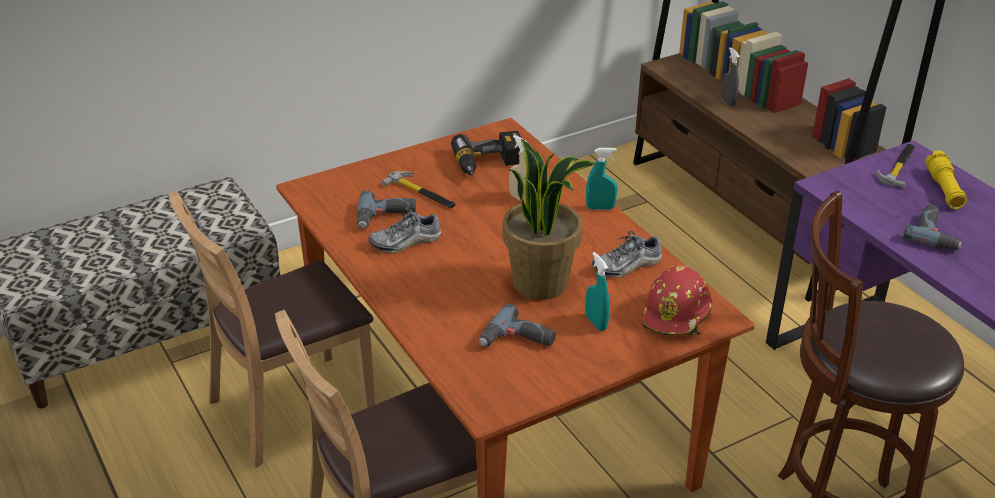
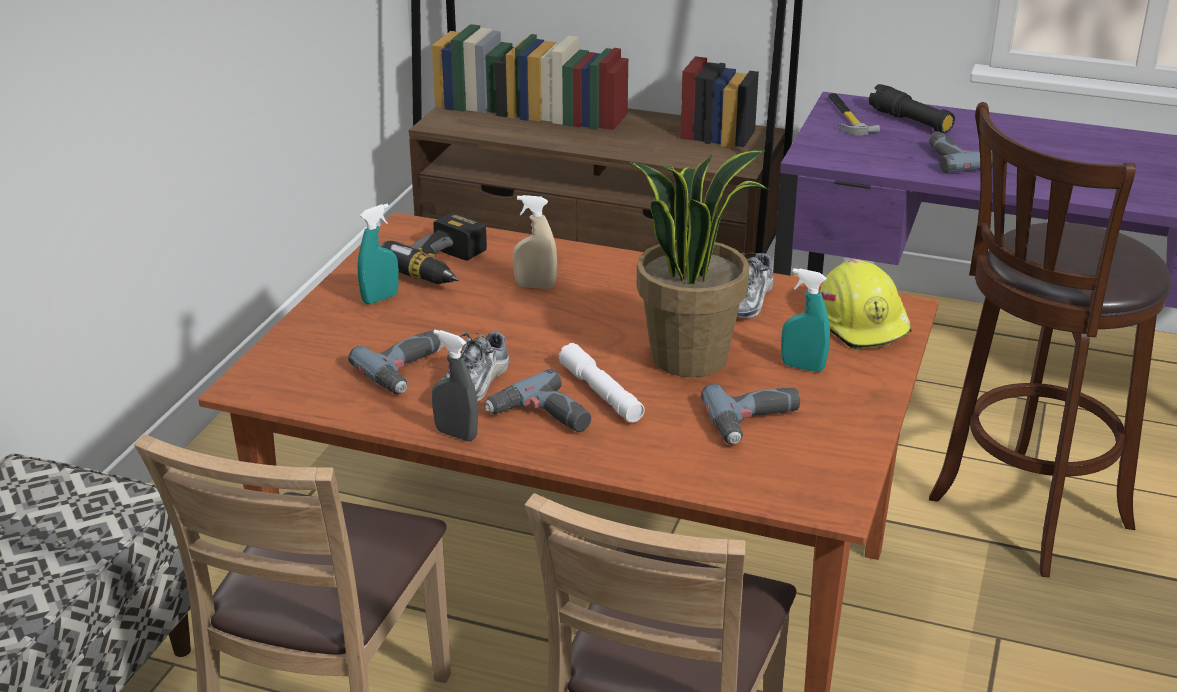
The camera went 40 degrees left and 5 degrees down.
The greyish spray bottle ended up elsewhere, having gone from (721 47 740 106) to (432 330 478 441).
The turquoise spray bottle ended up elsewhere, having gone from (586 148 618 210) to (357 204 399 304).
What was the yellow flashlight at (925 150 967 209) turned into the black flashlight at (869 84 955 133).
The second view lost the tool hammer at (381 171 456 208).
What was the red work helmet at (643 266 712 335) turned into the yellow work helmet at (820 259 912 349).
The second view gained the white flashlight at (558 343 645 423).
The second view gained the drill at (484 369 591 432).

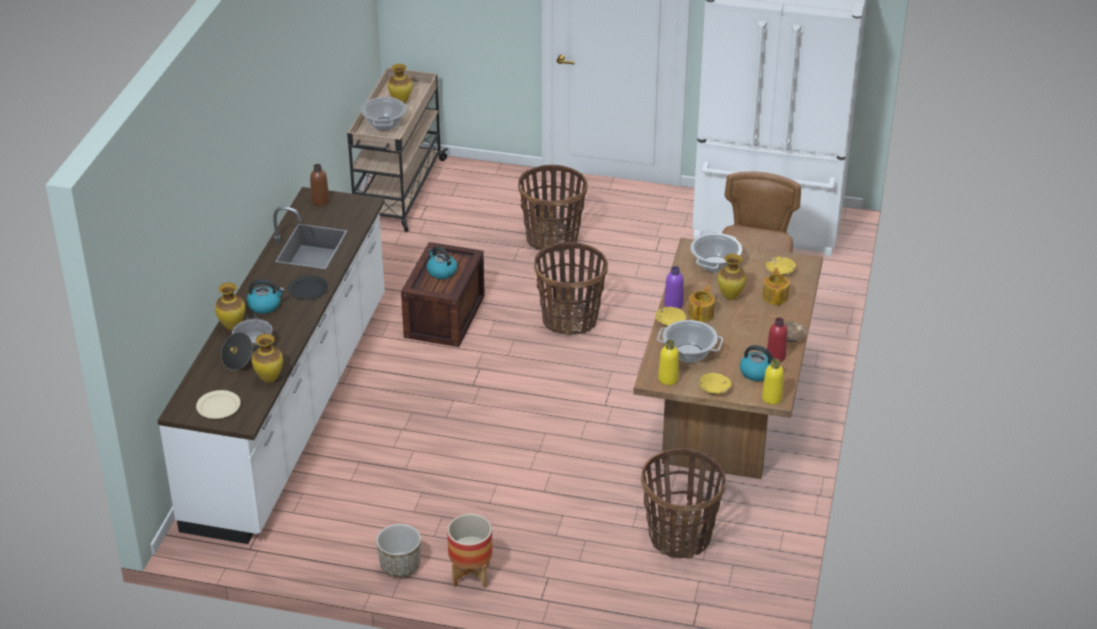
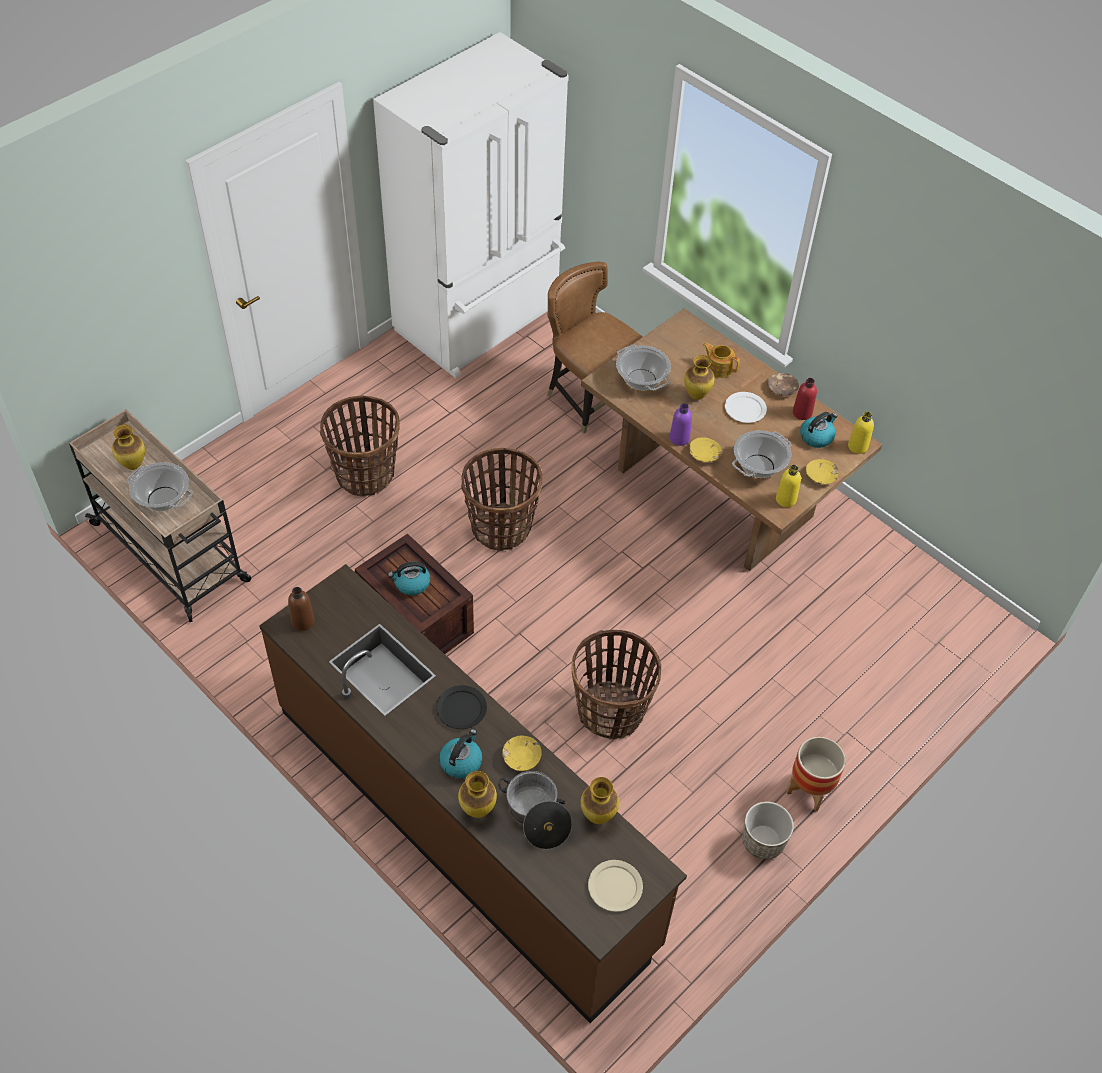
The camera went 60 degrees left and 15 degrees up.
What was the white counter at (158 187 385 544) turned into the brown counter at (259 564 687 1023).
The yellow bowl ended up elsewhere, having gone from (766 256 796 276) to (502 735 542 771).
The second view lost the pot for tea at (688 285 715 322).
The household basket ended up elsewhere, having gone from (641 449 726 559) to (572 630 661 740).
The second view gained the white flat dish at (725 392 767 423).

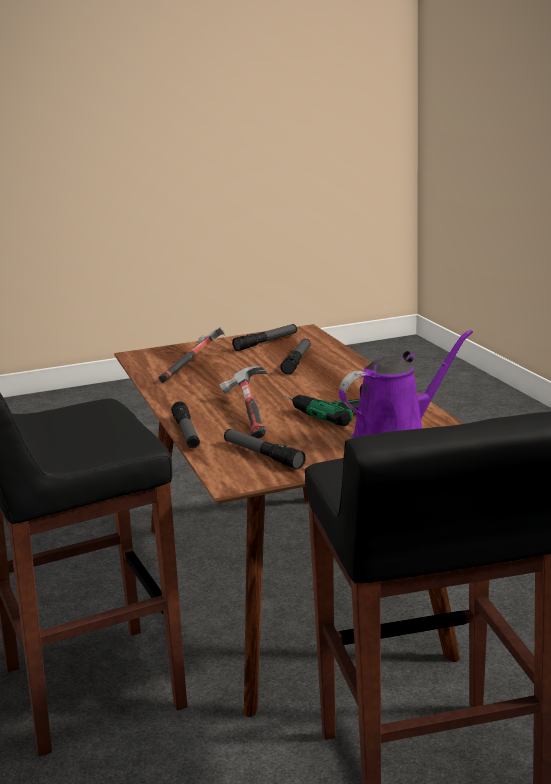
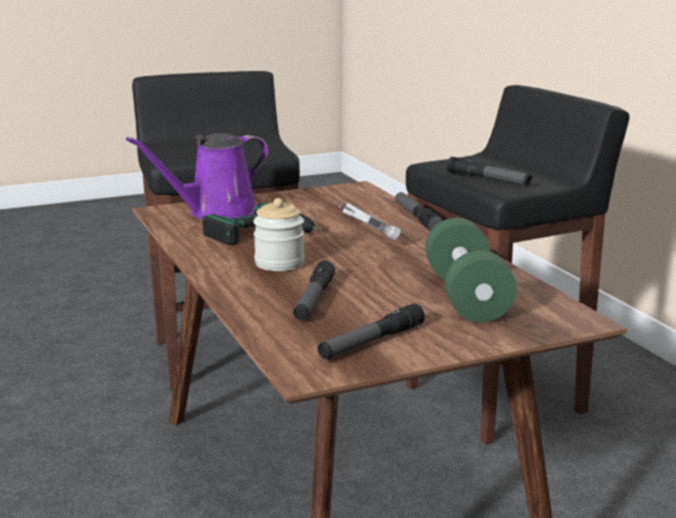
The camera went 175 degrees right and 0 degrees up.
Where the tool hammer stood at (158 327 225 383), the green hand weight came to stand at (425 218 517 322).
The flashlight ended up elsewhere, having gone from (224 429 306 469) to (447 157 532 186).
The second view gained the storage jar at (253 198 305 271).

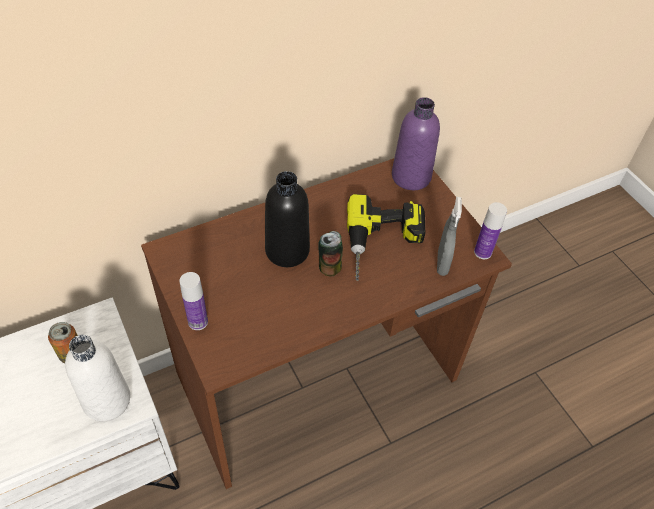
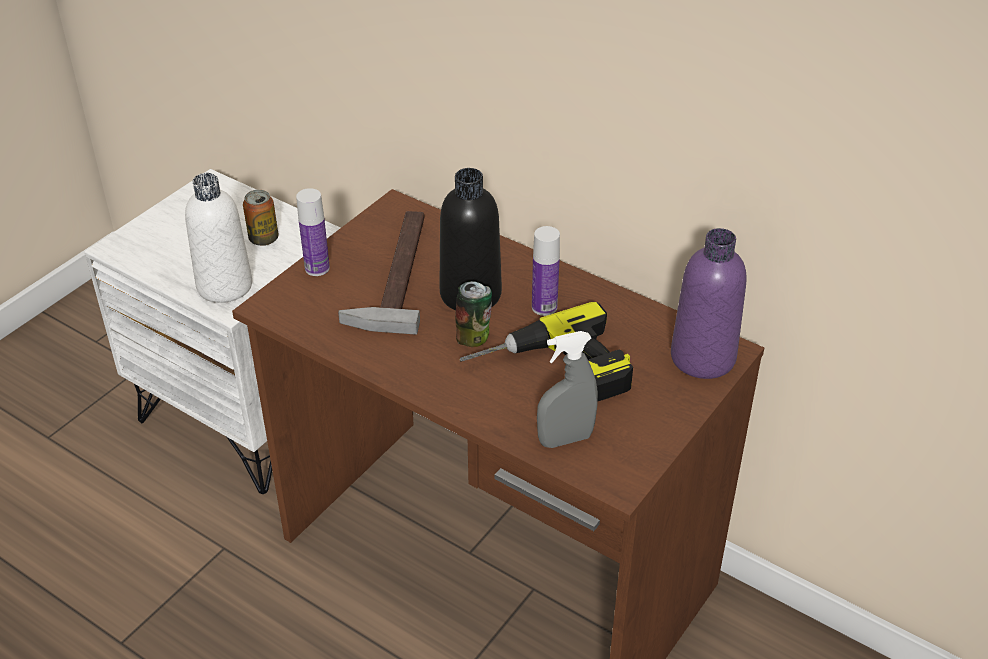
The camera went 65 degrees right and 10 degrees down.
The drink bottle ended up elsewhere, having gone from (474 202 507 259) to (532 226 560 316).
The second view gained the tool hammer at (338 211 424 335).

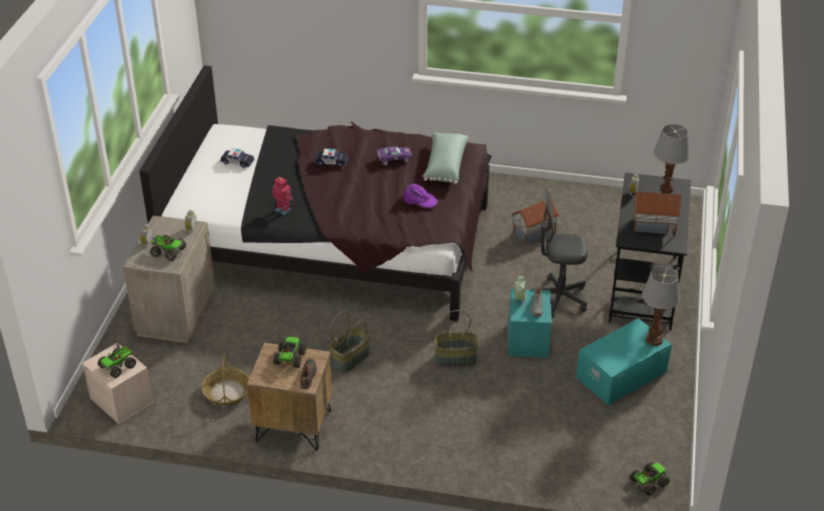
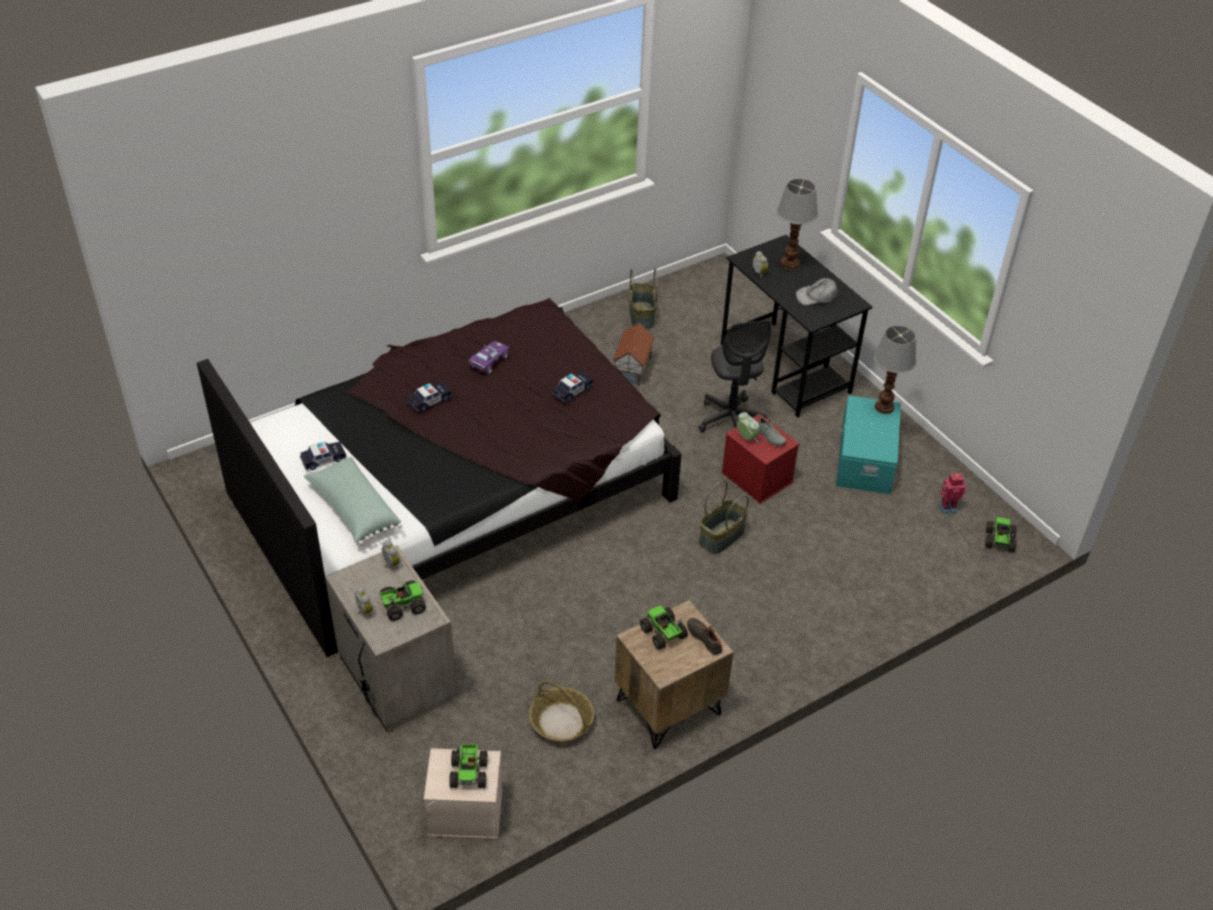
The camera went 45 degrees left and 5 degrees up.
The green cushion ended up elsewhere, having gone from (422 133 469 184) to (304 456 402 545).
The model robot ended up elsewhere, having gone from (272 177 293 215) to (939 473 966 514).
Where the purple-coloured baseball cap stood at (403 184 438 208), the model car came to stand at (552 372 594 403).
The greyish office chair at (530 188 587 318) ended up facing another way, 60 degrees counterclockwise from before.
Where the model house stood at (633 192 681 236), the greyish baseball cap came to stand at (796 278 838 305).
What was the turquoise storage container at (508 289 552 358) turned into the red storage container at (722 413 799 504).
The household basket ended up elsewhere, having gone from (329 311 370 373) to (629 268 658 329).

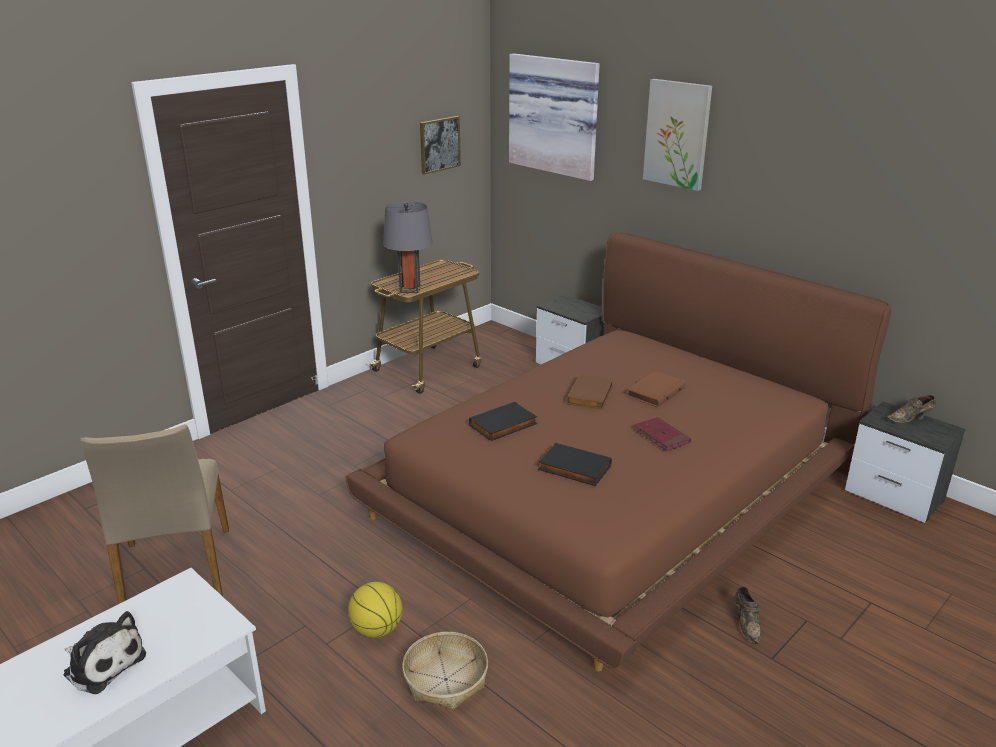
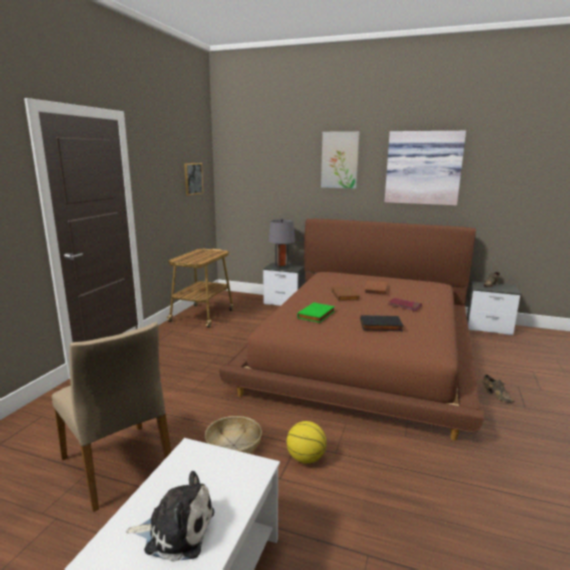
The camera went 25 degrees left and 10 degrees down.
The wall art ended up elsewhere, having gone from (509 53 600 181) to (385 131 466 206).
The greyish table lamp ended up elsewhere, having gone from (383 201 433 293) to (269 219 295 269).
What was the black book at (469 402 537 441) turned into the green book at (297 302 335 323).
The household basket ended up elsewhere, having gone from (402 632 488 710) to (205 416 262 454).

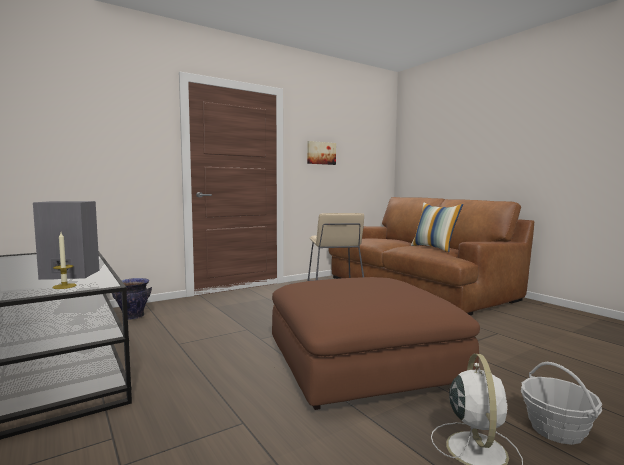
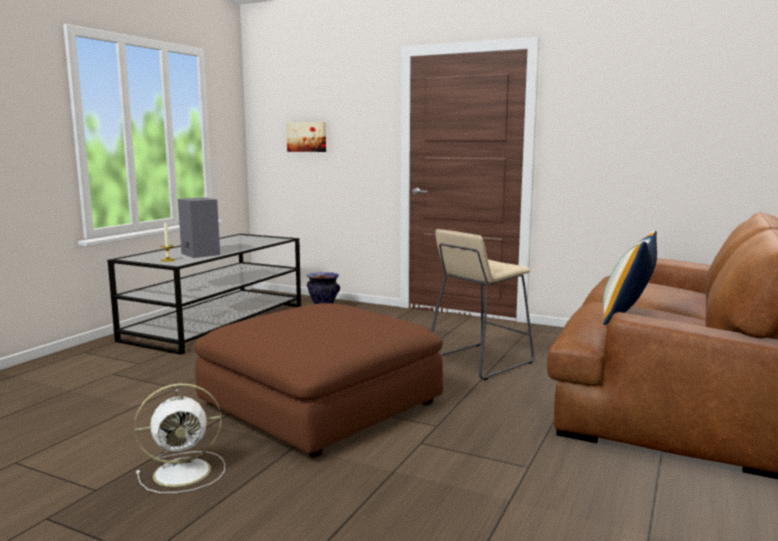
The camera went 60 degrees right and 5 degrees up.
The wall art ended up elsewhere, having gone from (307 141 336 165) to (286 122 326 152).
The second view lost the household basket at (521 362 602 445).

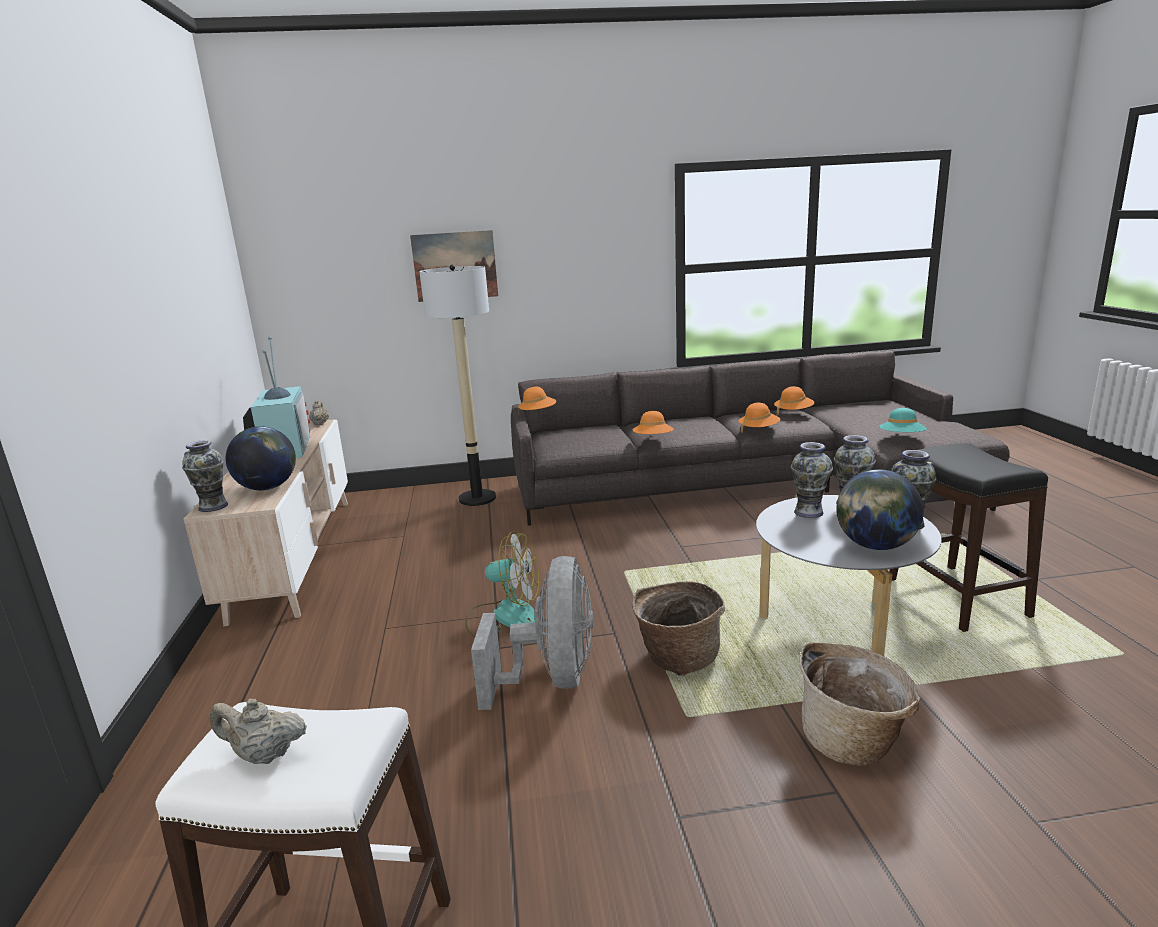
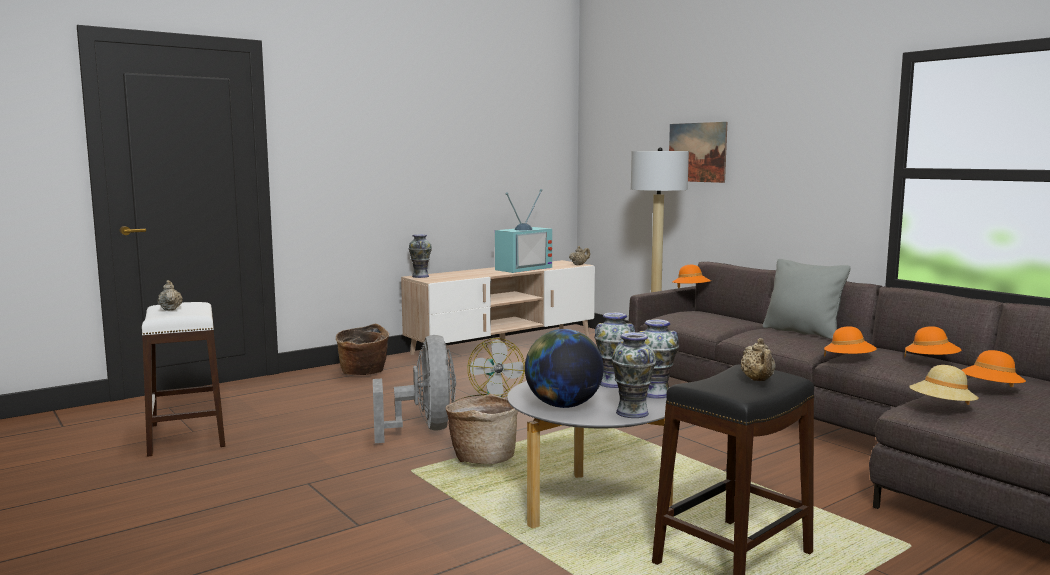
The camera went 60 degrees right and 10 degrees down.
What was the turquoise hat at (879 408 927 432) turned into the beige hat at (909 365 979 405).
The orangey hat ended up elsewhere, having gone from (632 411 673 434) to (962 350 1026 387).
The second view lost the desk globe at (226 426 296 490).
The greyish electric fan at (471 556 593 710) ended up facing another way, 75 degrees counterclockwise from before.
The household basket ended up elsewhere, having gone from (800 642 920 766) to (336 324 389 375).
The second view gained the greyish cushion at (763 259 851 340).
The second view gained the beige pot for tea at (741 338 776 381).

